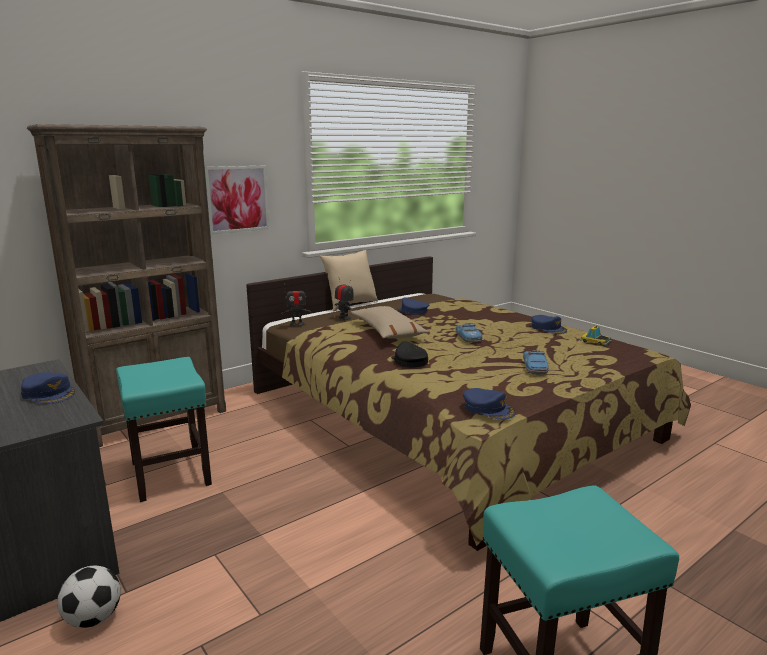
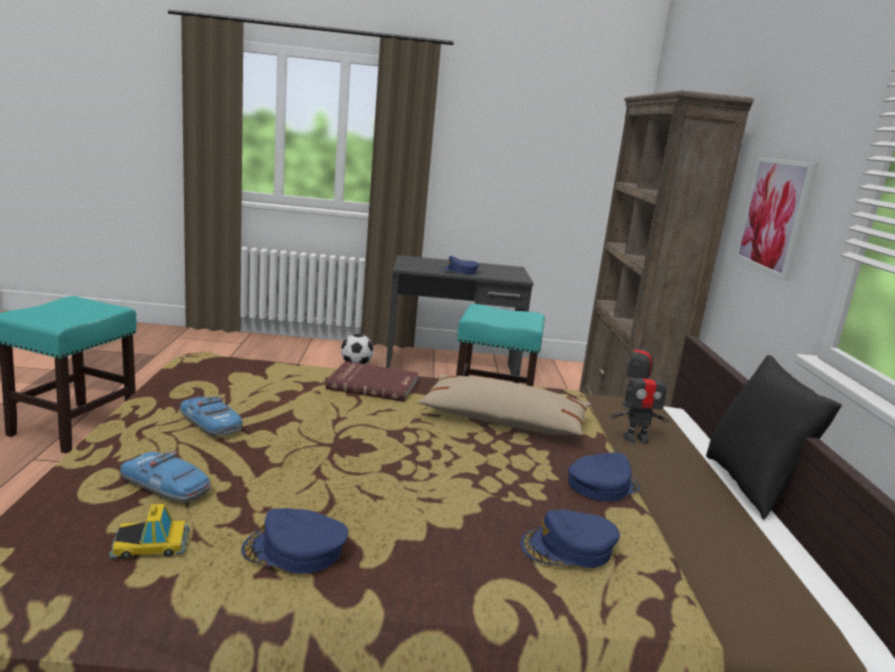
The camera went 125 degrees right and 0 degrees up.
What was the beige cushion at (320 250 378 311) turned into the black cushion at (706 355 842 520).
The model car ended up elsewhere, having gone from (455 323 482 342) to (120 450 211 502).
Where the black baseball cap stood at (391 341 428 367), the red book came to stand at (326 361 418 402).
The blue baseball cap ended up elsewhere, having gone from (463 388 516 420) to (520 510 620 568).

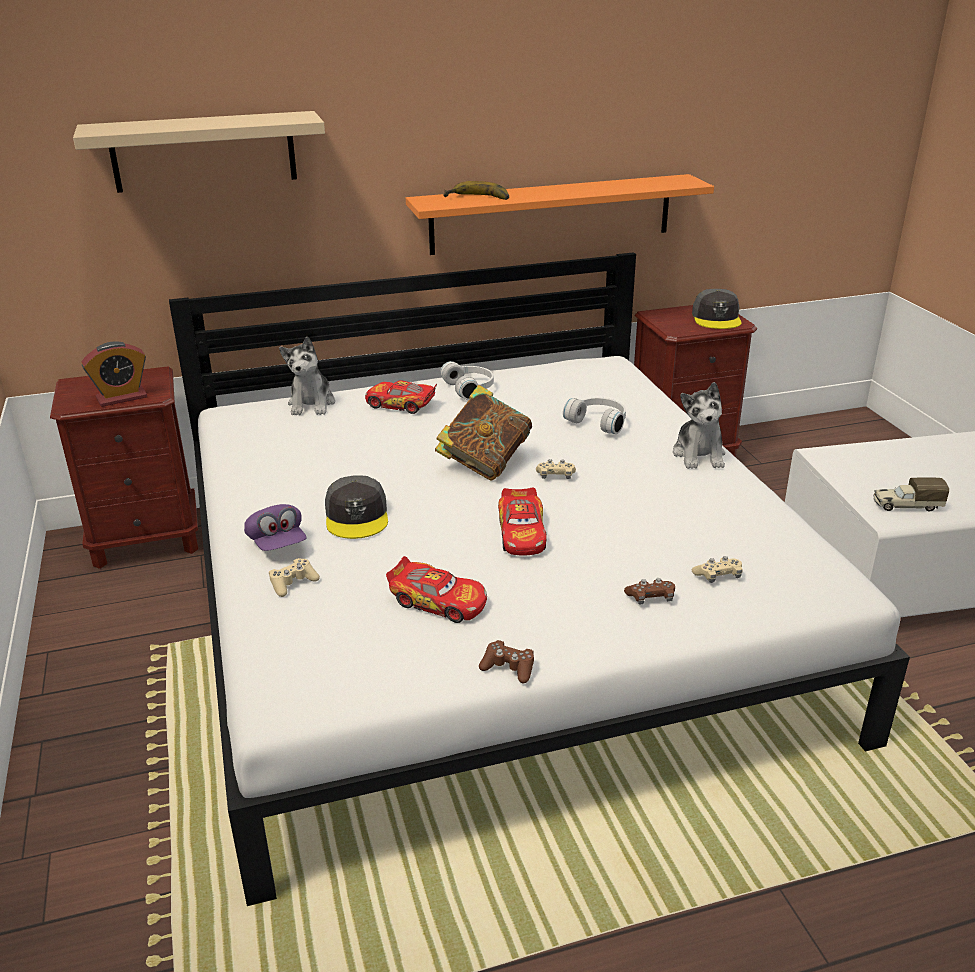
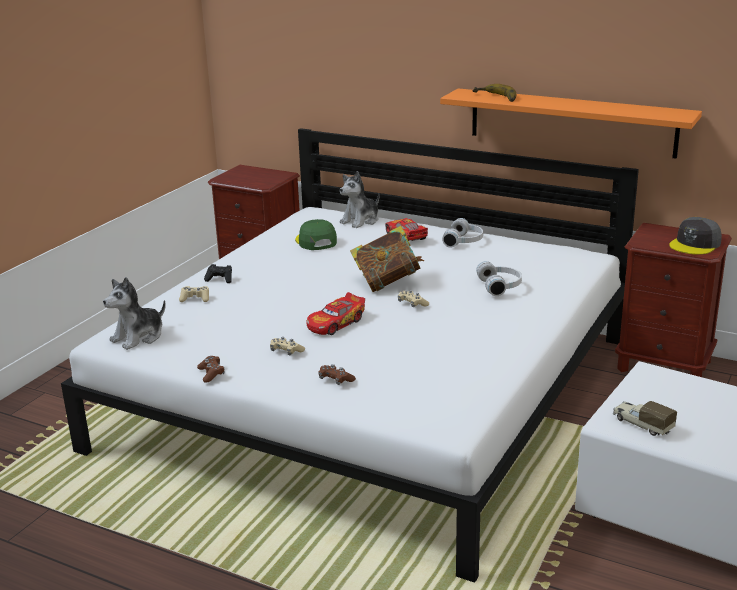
The camera went 45 degrees right and 5 degrees down.
The second view lost the beige shelf at (73 111 325 193).
The second view lost the table clock at (81 342 147 407).
The soft toy ended up elsewhere, having gone from (673 382 725 469) to (103 277 165 350).
The second view lost the greyish baseball cap at (325 476 388 539).
Where the purple-coloured baseball cap stood at (244 504 306 551), the black gamepad came to stand at (204 264 232 283).
The second view lost the model car at (386 556 487 623).
The beige gamepad ended up elsewhere, having gone from (692 556 743 583) to (270 337 305 355).
The second view gained the green baseball cap at (295 219 337 250).

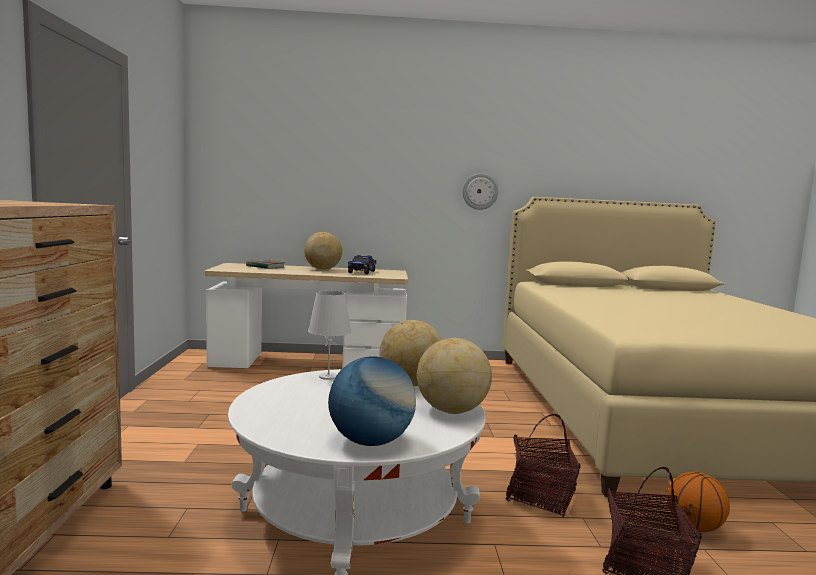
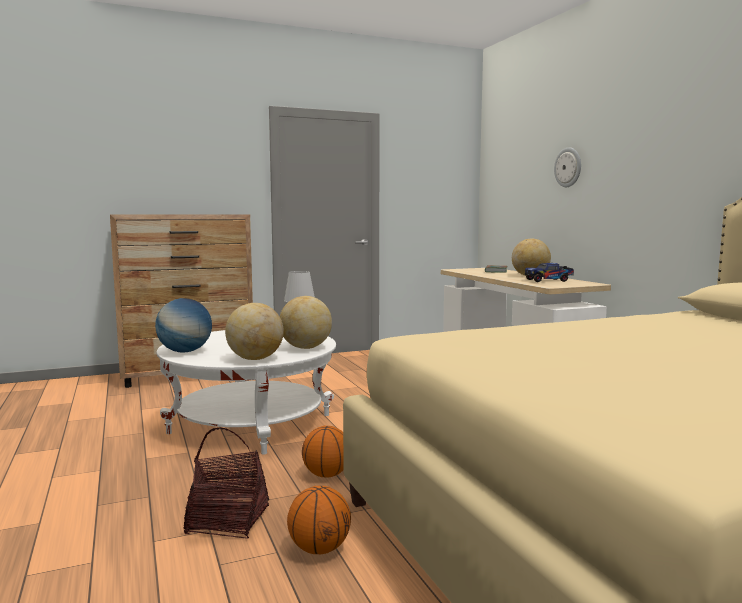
The camera went 70 degrees right and 0 degrees up.
The wall clock ended up elsewhere, having gone from (463 173 498 210) to (554 147 581 187).
Where the household basket stood at (506 414 581 517), the basketball ball came to stand at (302 426 344 478).

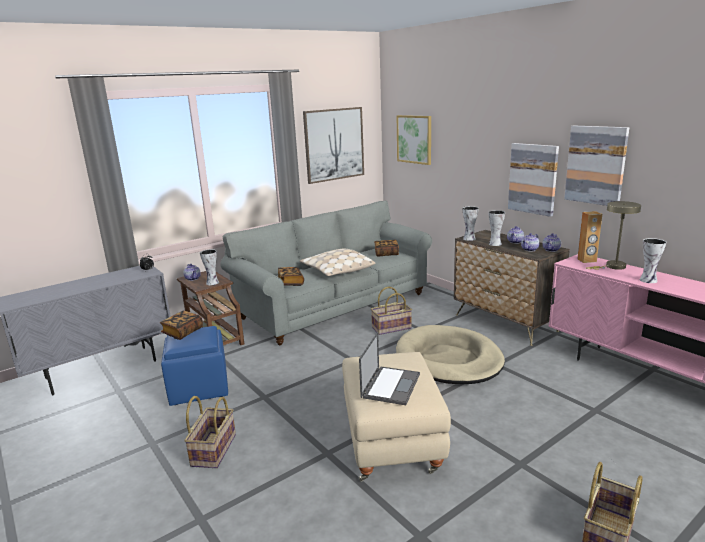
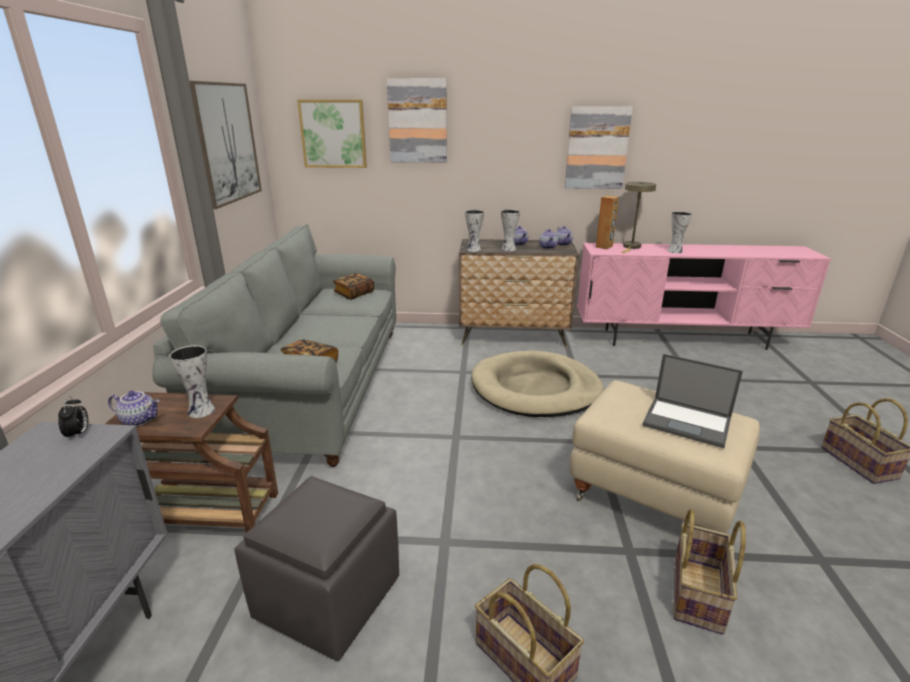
The camera went 50 degrees left and 5 degrees up.
The wall art ended up elsewhere, having gone from (508 143 559 217) to (387 79 447 163).
The second view lost the beige cushion at (300 249 375 276).
The household basket ended up elsewhere, having gone from (371 287 412 335) to (674 509 746 635).
The second view lost the book at (160 311 203 340).
What was the blue footrest at (161 326 228 406) turned into the greyish footrest at (234 476 399 661).
The laptop at (359 332 420 405) ended up facing another way, 150 degrees clockwise from before.

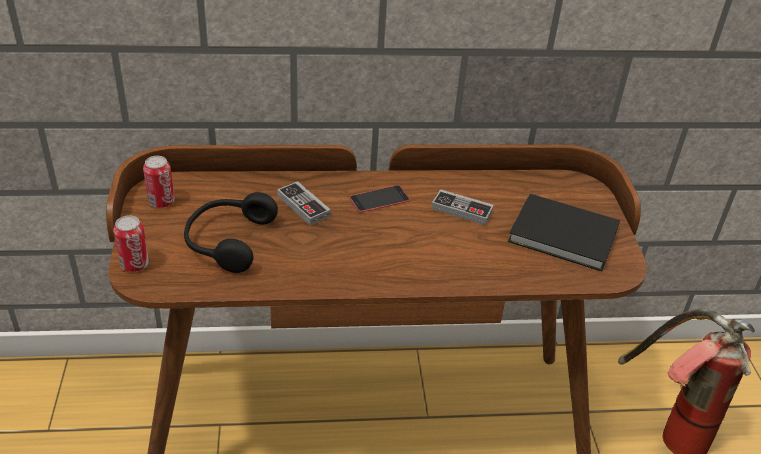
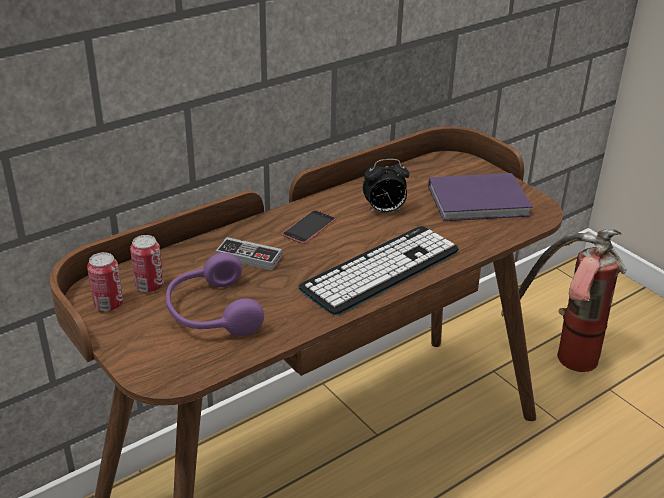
The camera went 30 degrees left and 5 degrees down.
Where the gamepad stood at (431 189 494 225), the table clock came to stand at (363 159 409 213).
What was the black headphones at (184 192 278 273) turned into the purple-coloured headphones at (166 252 264 336).
What was the black book at (508 194 620 271) turned into the purple-coloured book at (428 173 533 221).
The metal can ended up elsewhere, having gone from (113 215 149 272) to (130 235 164 292).
The second view gained the keyboard at (299 226 459 315).

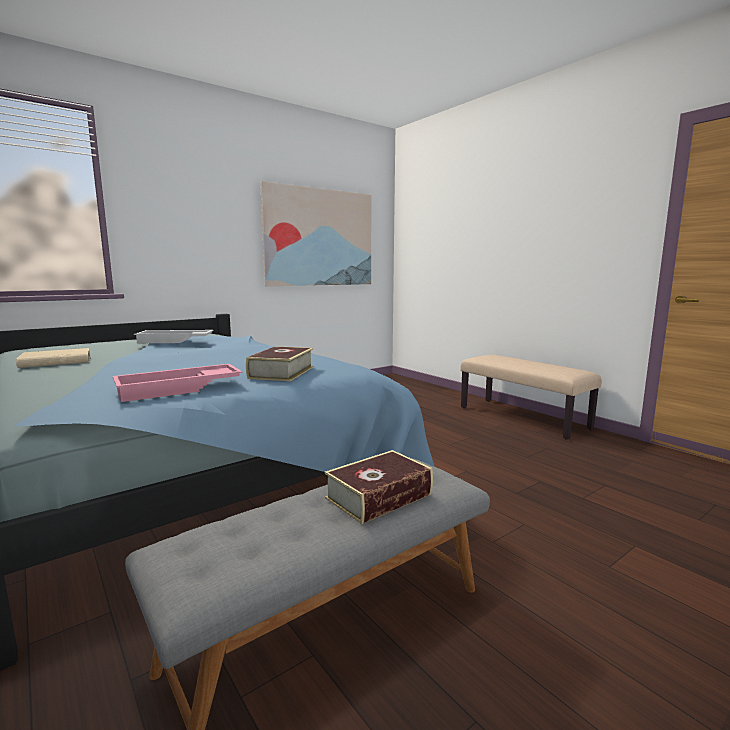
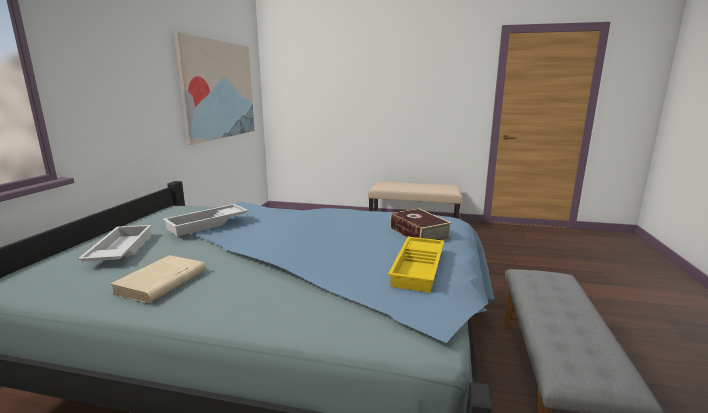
The camera went 40 degrees left and 5 degrees up.
What was the pink-coloured serving tray at (113 364 242 402) turned into the yellow serving tray at (388 237 444 293).
The second view lost the book at (324 450 433 524).
The second view gained the white serving tray at (78 225 151 262).

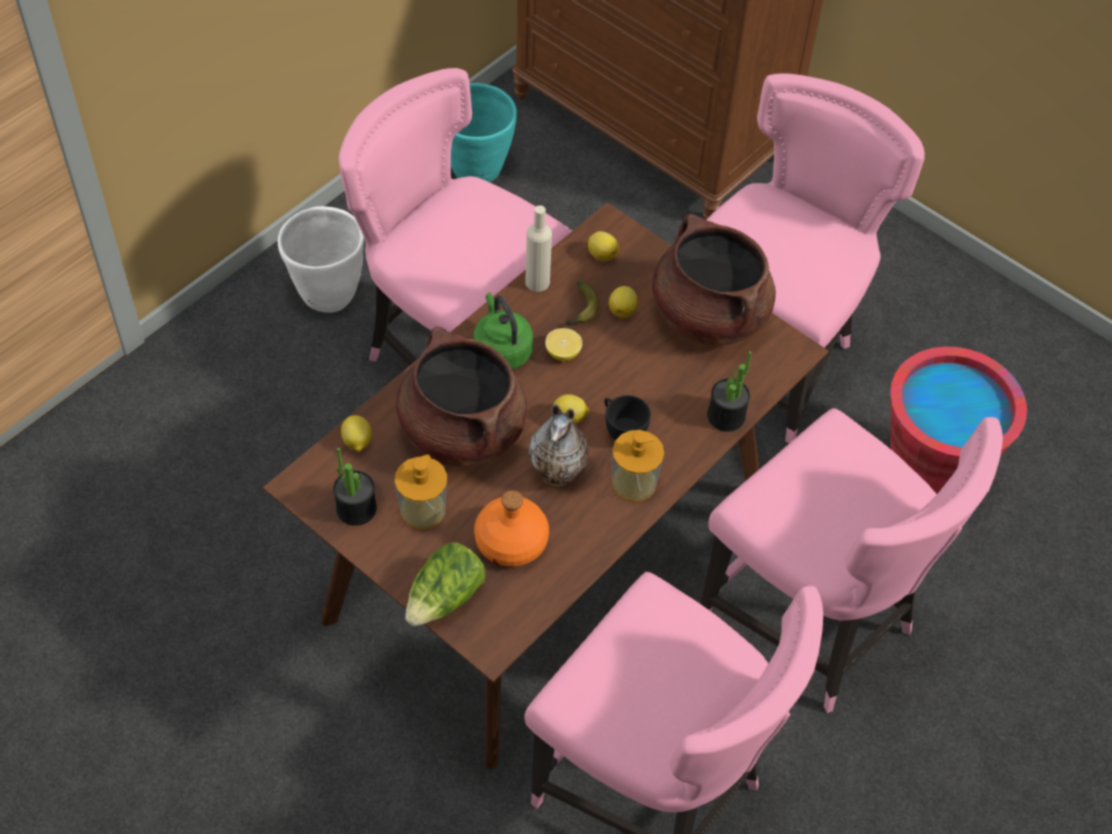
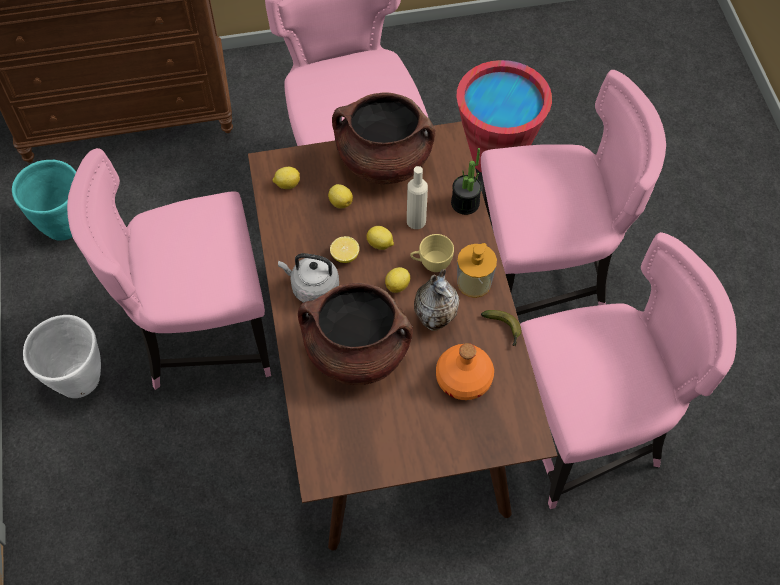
The camera went 50 degrees left and 5 degrees up.
The beige drink bottle ended up elsewhere, having gone from (525 205 552 292) to (407 166 428 229).
The banana fruit ended up elsewhere, having gone from (566 281 599 326) to (481 310 521 346).
What was the green water kettle at (473 293 533 370) turned into the greyish water kettle at (278 253 339 303).
What was the black drinking cup at (604 395 651 441) turned into the yellow drinking cup at (410 234 454 272).
The citrus fruit ended up elsewhere, having gone from (341 415 372 452) to (367 226 394 250).
The second view lost the plant in a pot at (333 448 377 526).
The second view lost the soap dispenser at (395 454 447 529).
The second view lost the head of lettuce at (405 543 486 626).

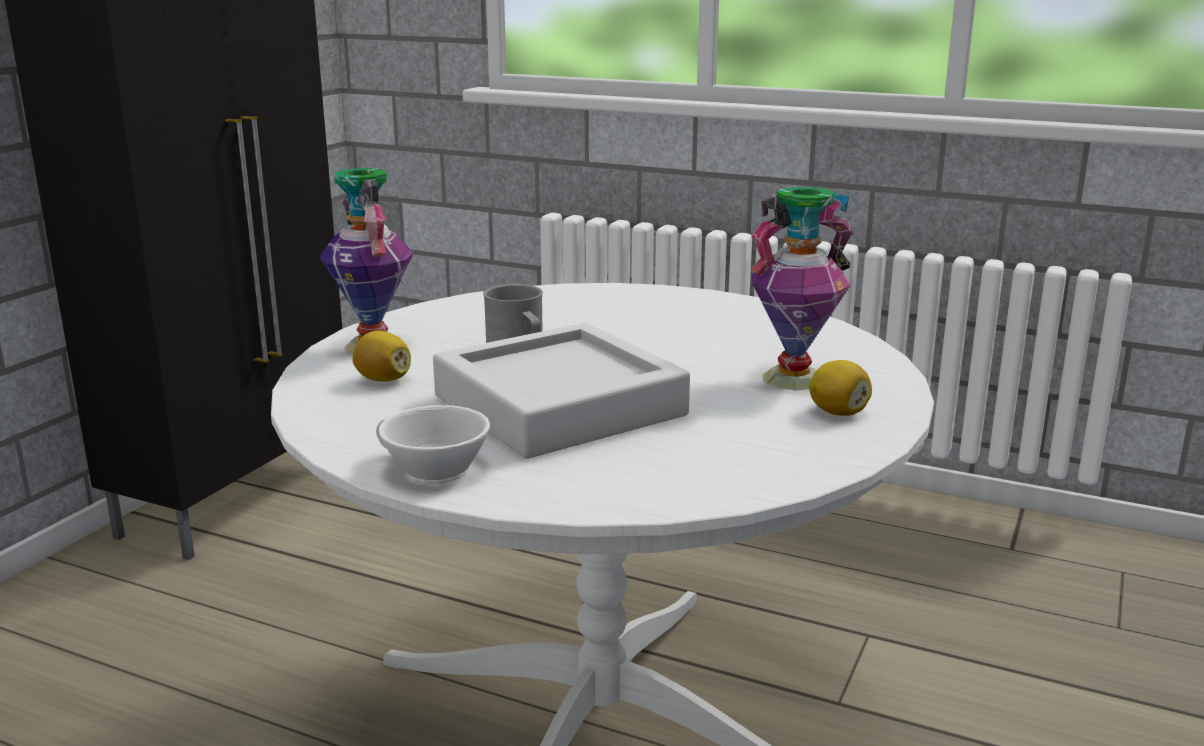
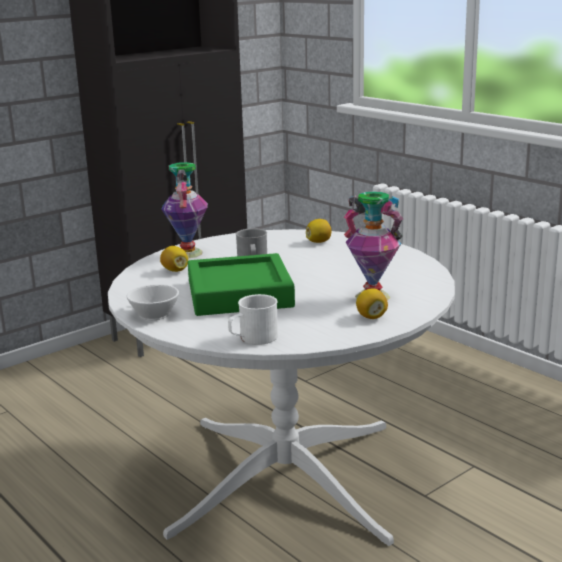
The camera went 25 degrees right and 0 degrees up.
What was the greyish serving tray at (433 323 690 459) turned into the green serving tray at (188 253 295 316).
The second view gained the citrus fruit at (306 219 331 243).
The second view gained the white mug at (228 294 278 345).

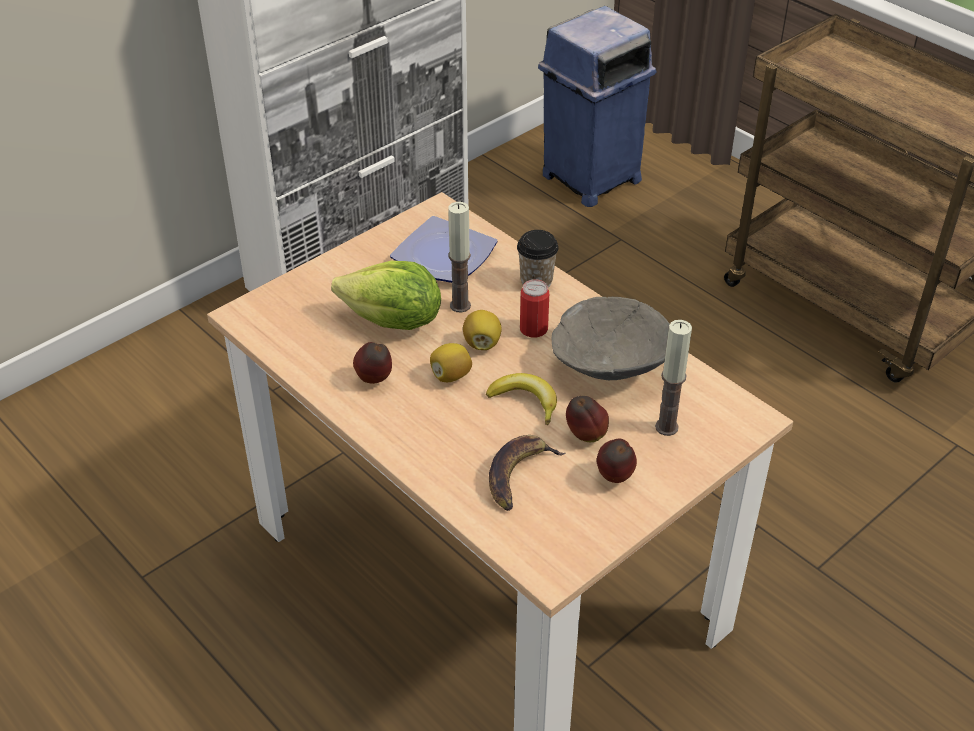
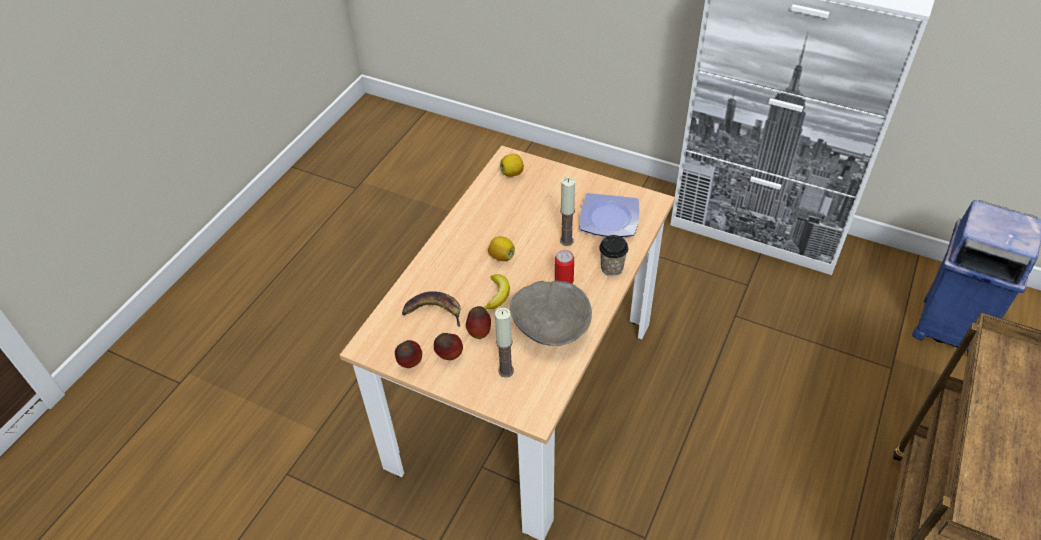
The camera went 70 degrees right and 5 degrees up.
The second view lost the head of lettuce at (331 261 441 330).
The citrus fruit ended up elsewhere, having gone from (463 310 502 350) to (500 154 524 177).
The apple ended up elsewhere, having gone from (353 342 392 384) to (395 340 422 368).

